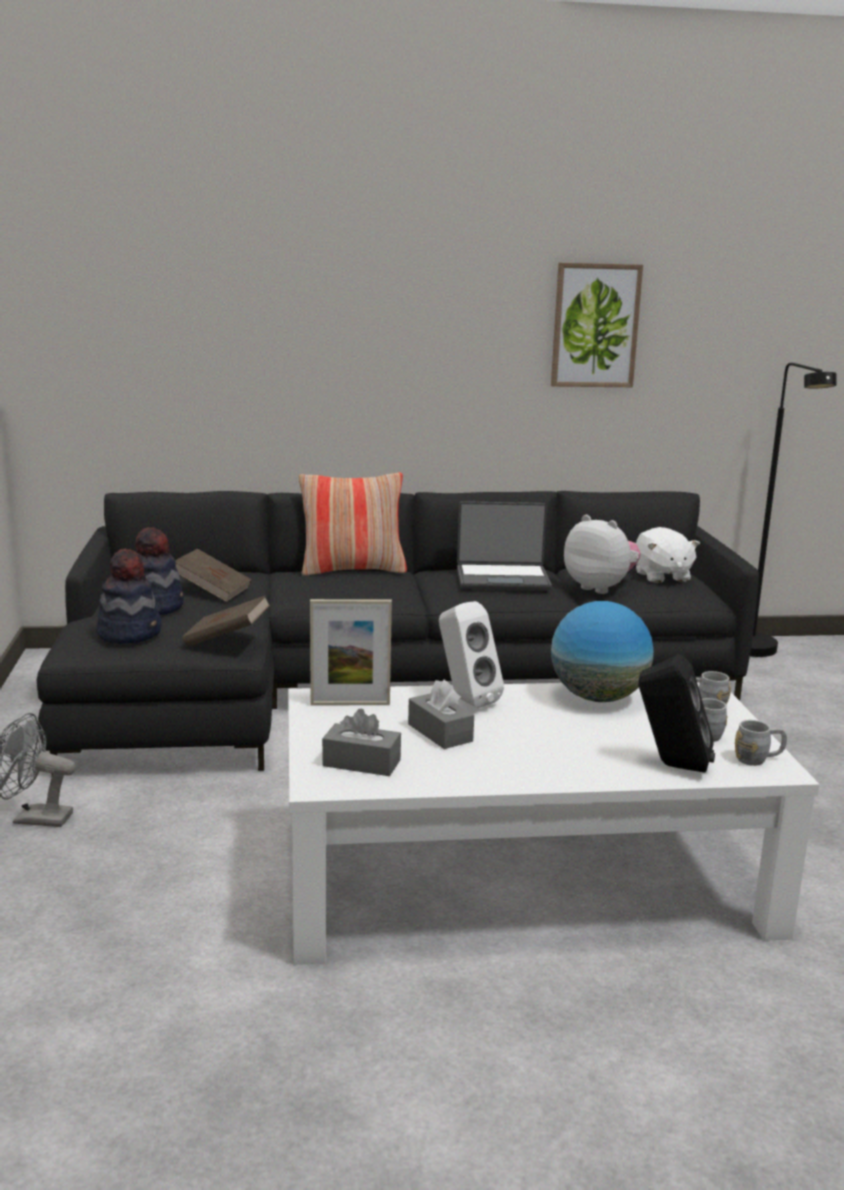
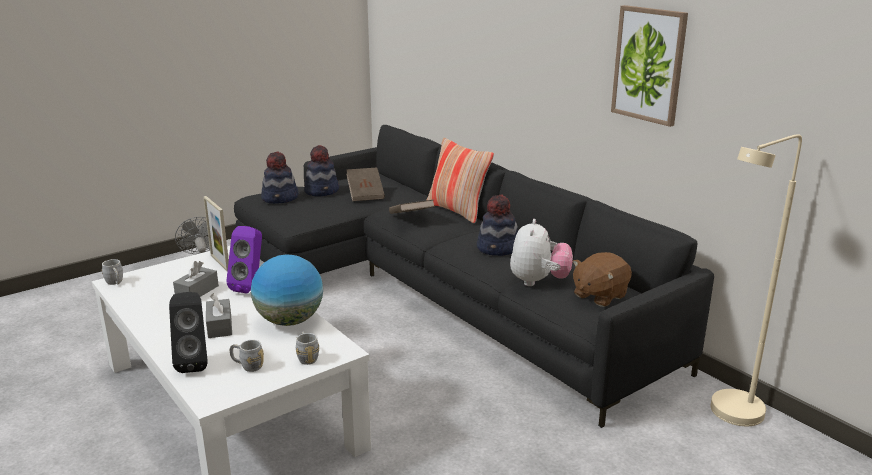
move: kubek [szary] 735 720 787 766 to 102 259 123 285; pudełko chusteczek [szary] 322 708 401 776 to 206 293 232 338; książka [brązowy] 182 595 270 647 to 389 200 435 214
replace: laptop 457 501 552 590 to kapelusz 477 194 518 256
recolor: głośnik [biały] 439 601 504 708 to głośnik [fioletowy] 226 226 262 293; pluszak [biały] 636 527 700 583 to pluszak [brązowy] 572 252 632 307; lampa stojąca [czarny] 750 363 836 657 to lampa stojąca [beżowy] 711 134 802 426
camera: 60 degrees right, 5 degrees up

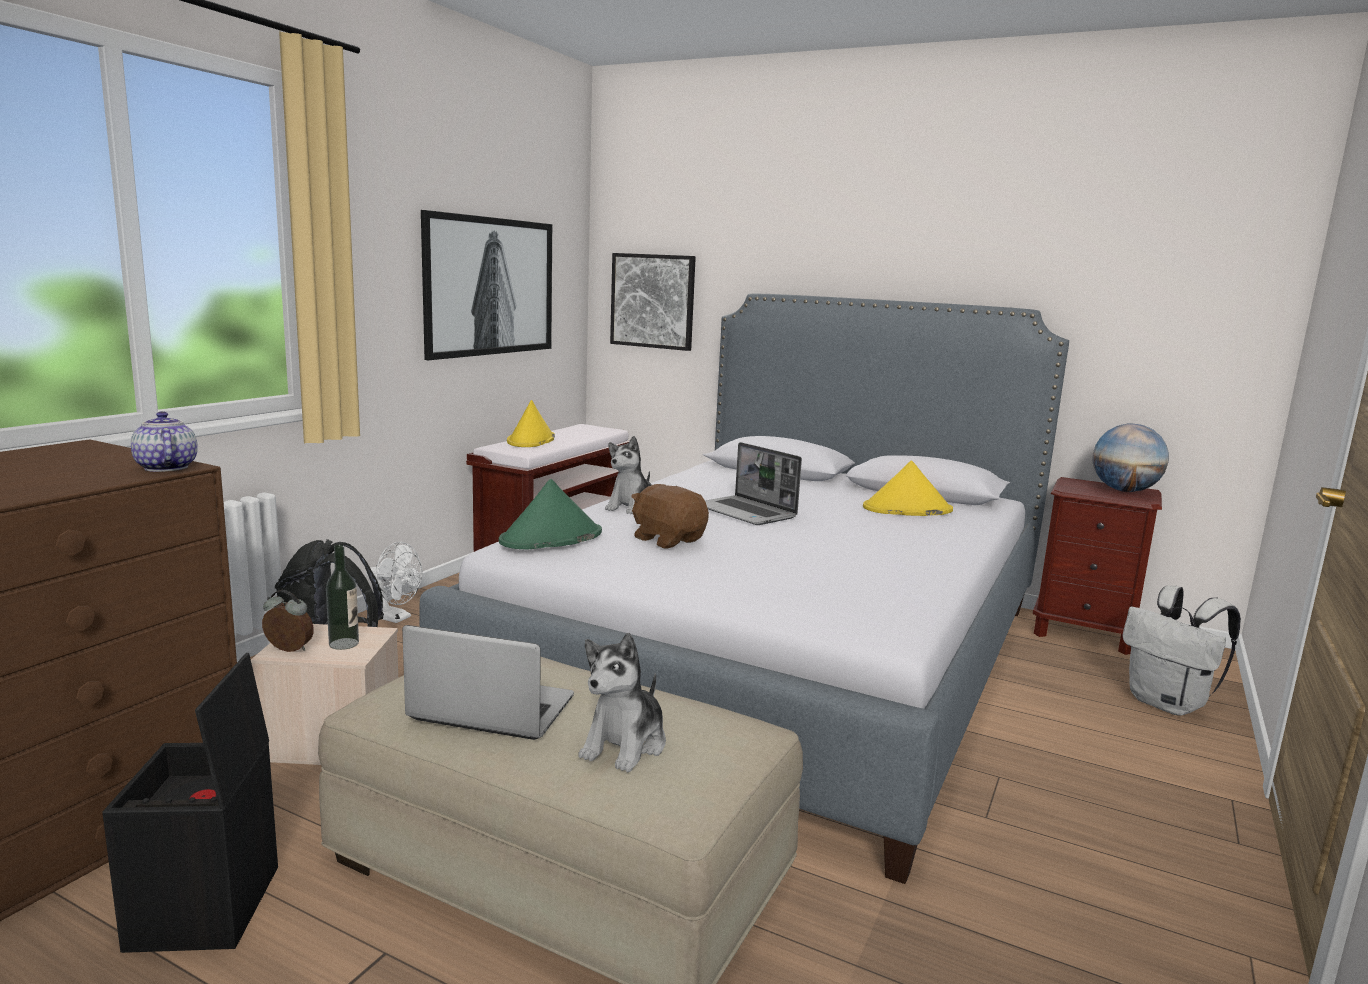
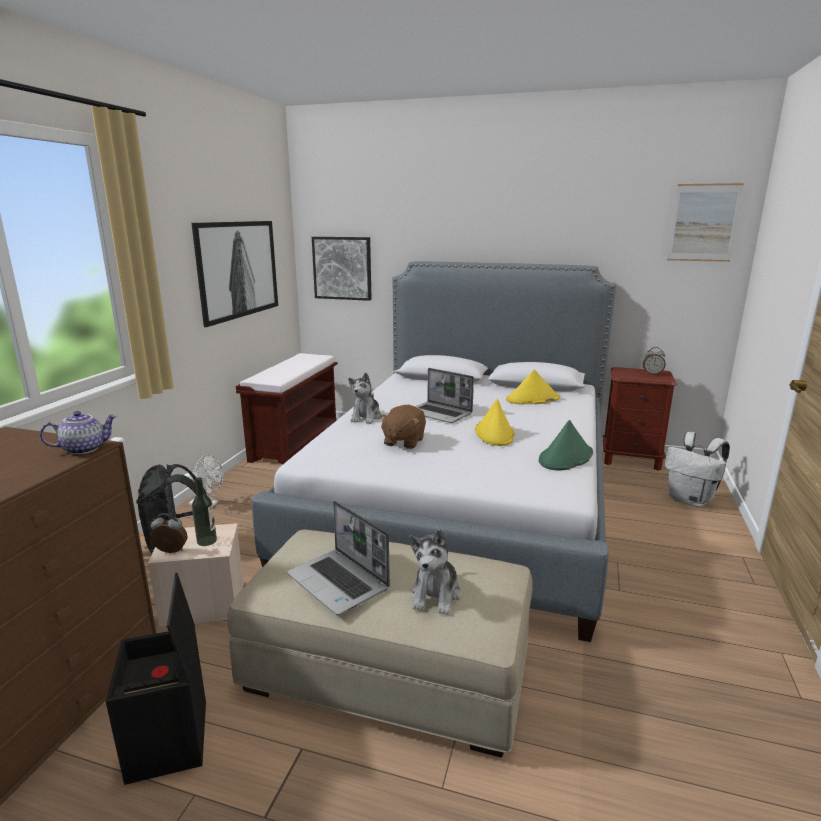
insert: obraz 667 183 744 262
move: kapelusz [żółty] 507 400 555 447 to 475 399 515 446; kapelusz [zielony] 499 479 602 549 to 539 420 593 471
replace: globus 1093 424 1169 492 to budzik 643 347 666 375
rotate: imbryk 131 411 198 472 = 40 411 117 455 105 degrees clockwise; laptop 402 625 574 740 = 287 501 390 615 135 degrees counterclockwise; pluszak [brązowy] 631 484 709 548 = 379 405 426 449 105 degrees counterclockwise
camera: 10 degrees left, 5 degrees up

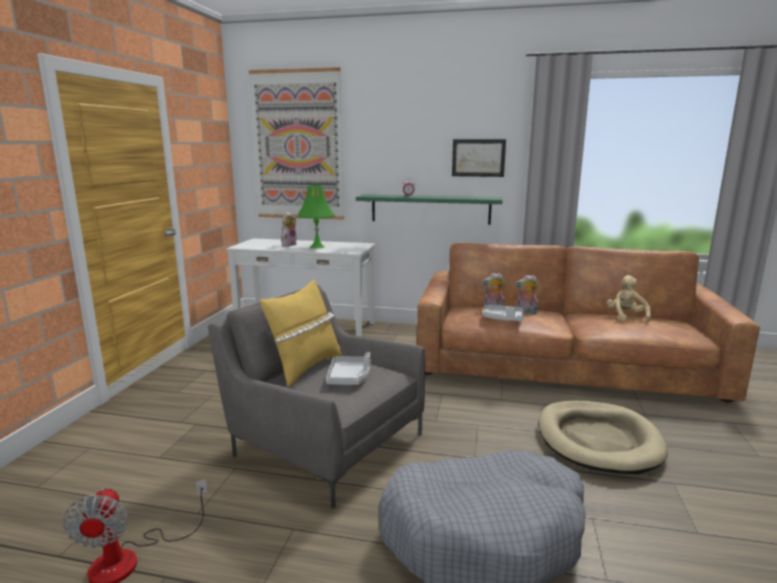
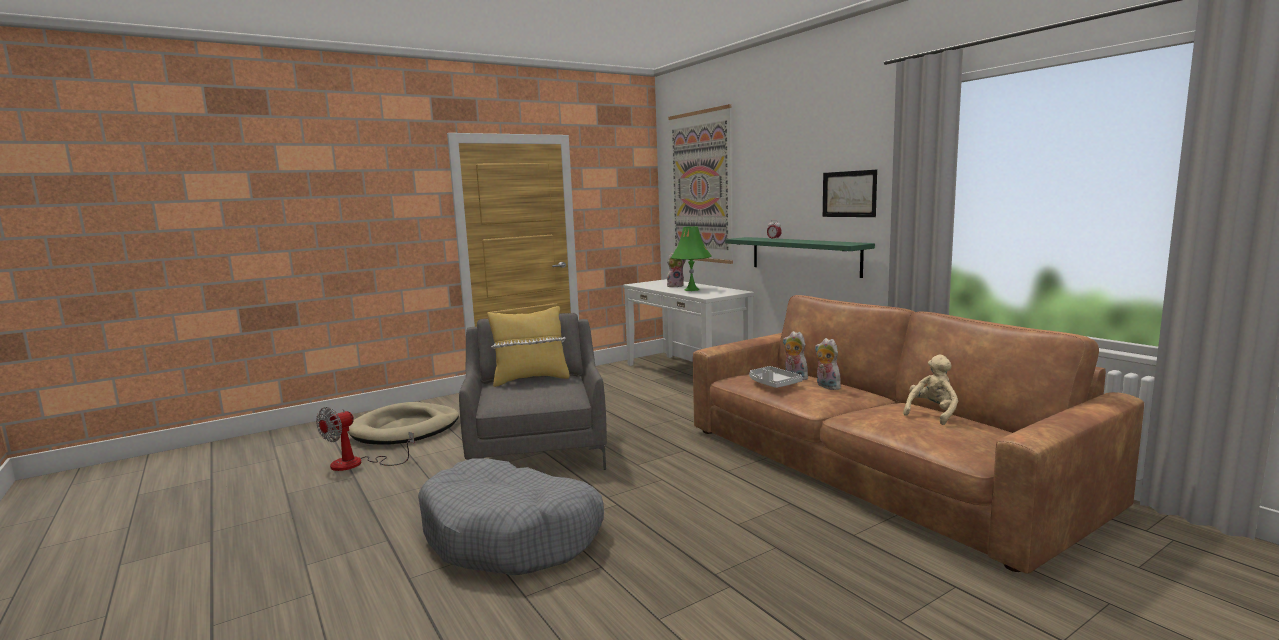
delete: taca [szary] 326 352 371 385
move: legowisko [beżowy] 538 401 668 474 to 348 402 459 445
camera: 45 degrees right, 5 degrees down

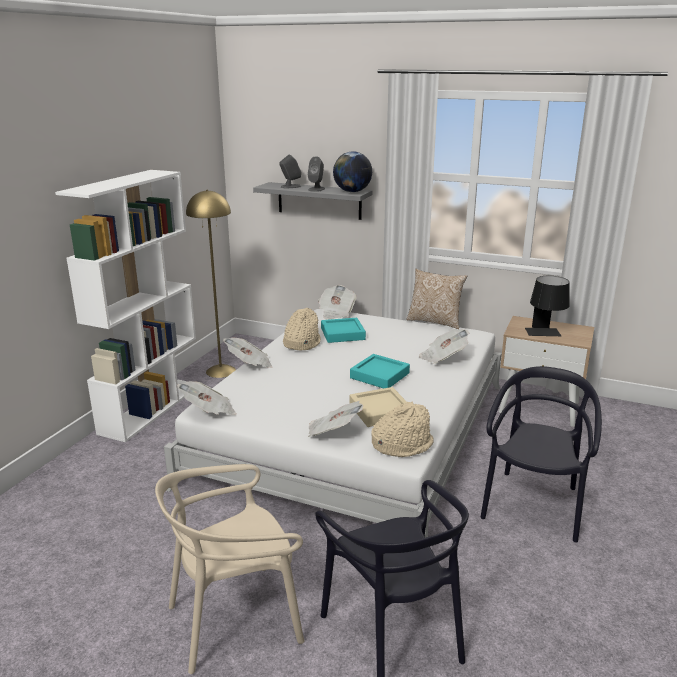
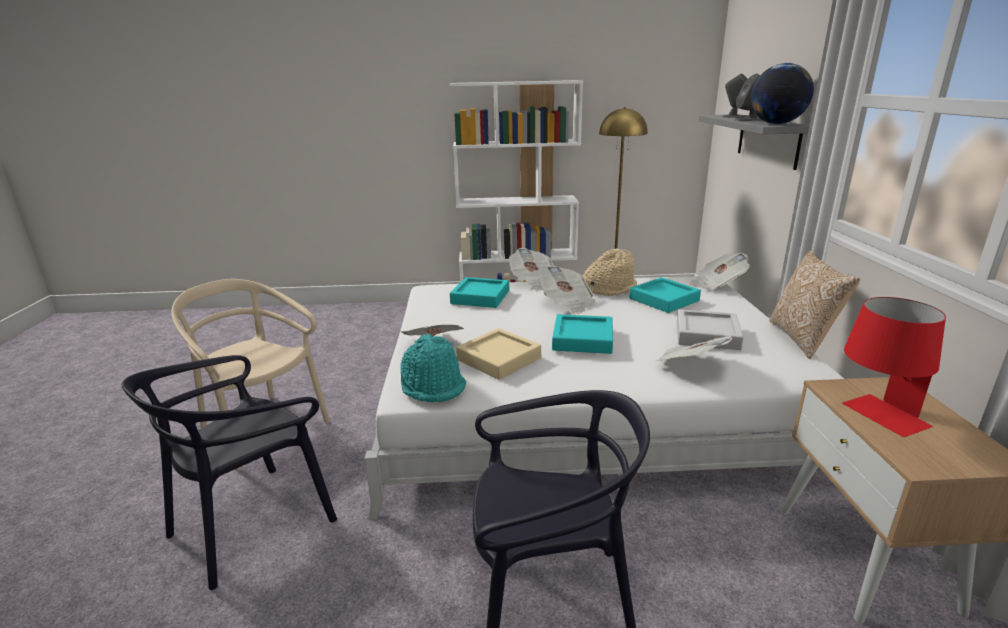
insert: taca [turkusowy] 450 277 509 308; taca [szary] 677 309 744 350
move: gazeta 177 381 236 415 to 539 265 595 314
recolor: kapelusz [beżowy] 371 402 434 457 to kapelusz [turkusowy] 400 333 466 402; lampa stołowa [czarny] 525 276 570 336 to lampa stołowa [czerwony] 842 297 946 437
camera: 65 degrees right, 0 degrees up

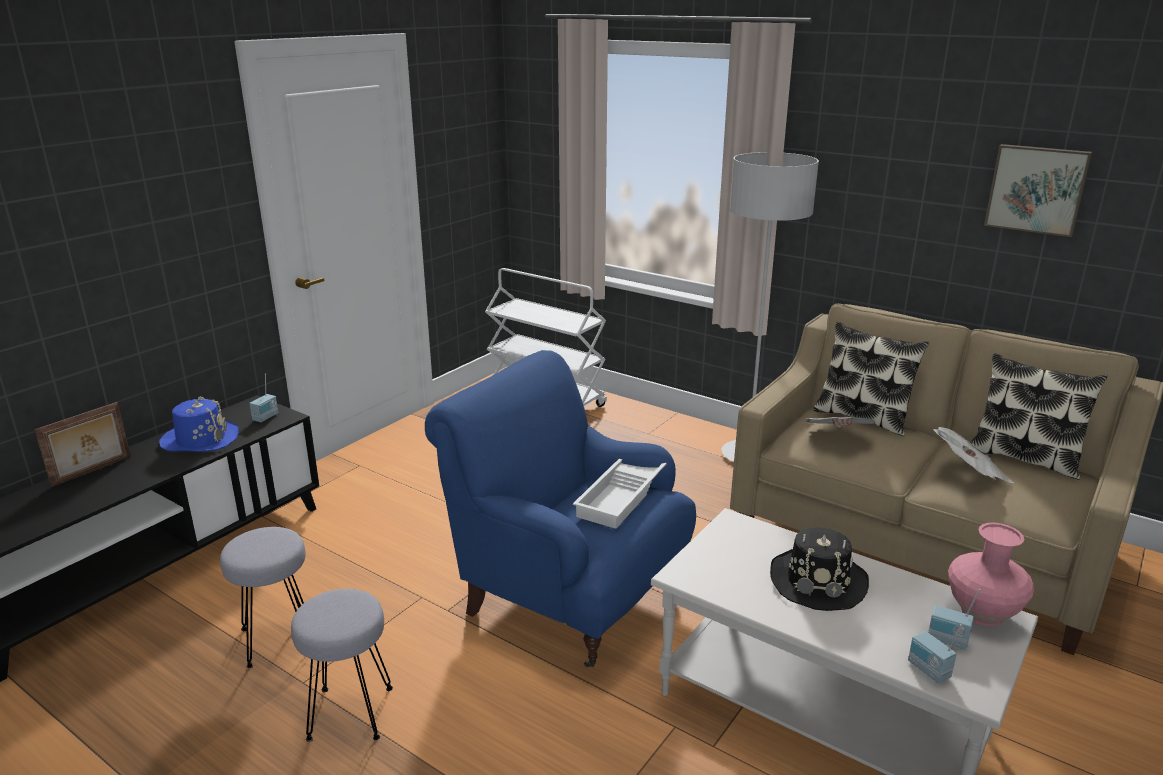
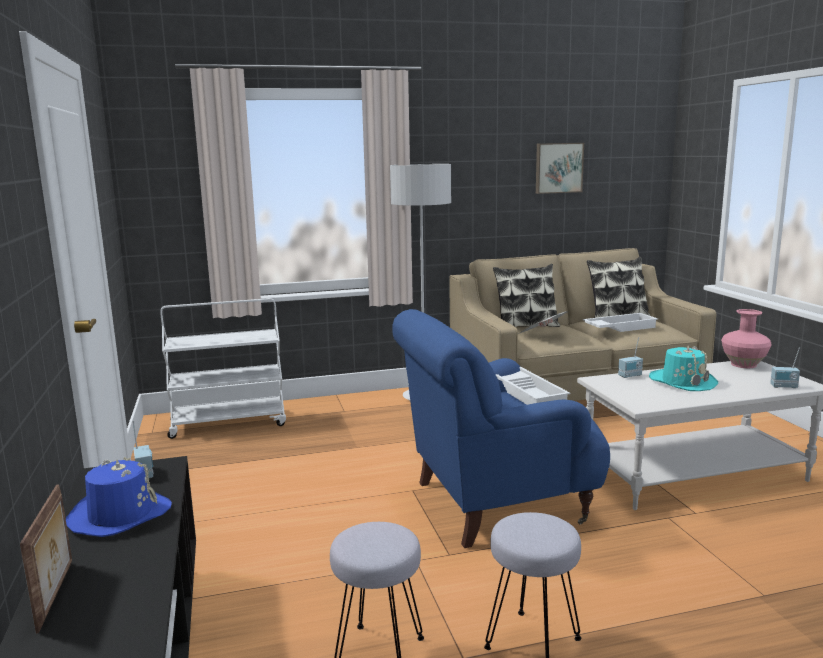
move: radio 928 589 980 650 to 618 337 643 378
replace: gazeta 933 427 1014 483 to taca [biały] 583 313 658 332
recolor: kapelusz [czarny] 770 527 869 611 to kapelusz [turkusowy] 649 345 718 391
camera: 50 degrees left, 10 degrees down

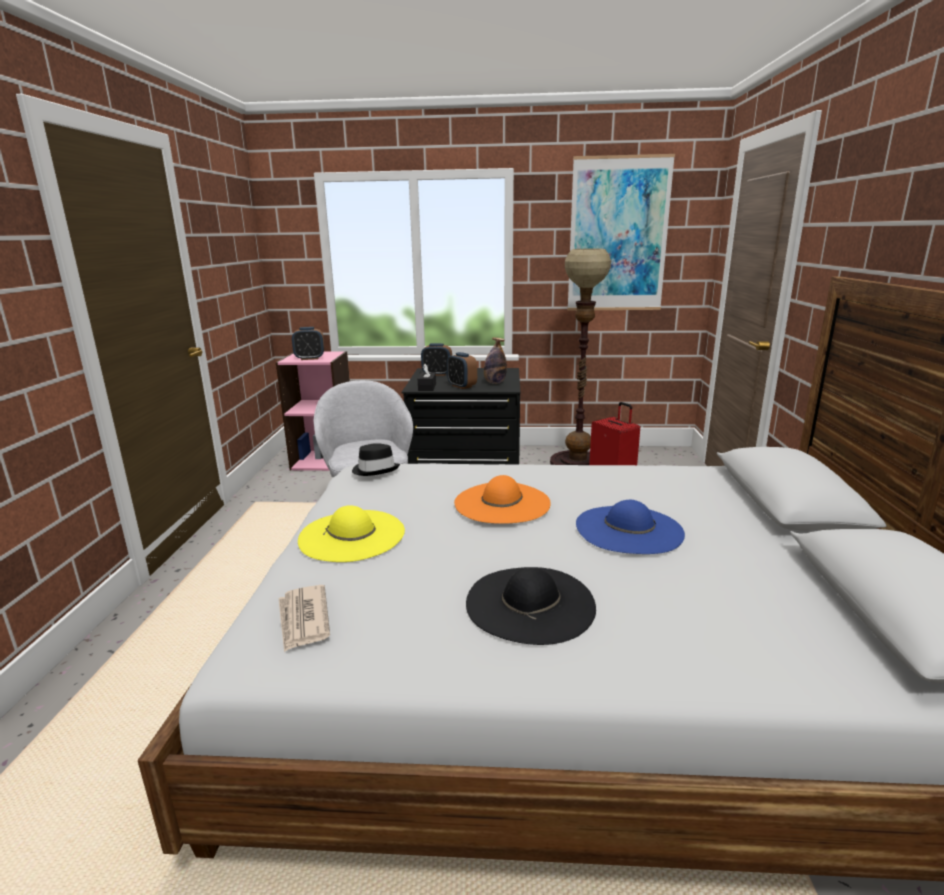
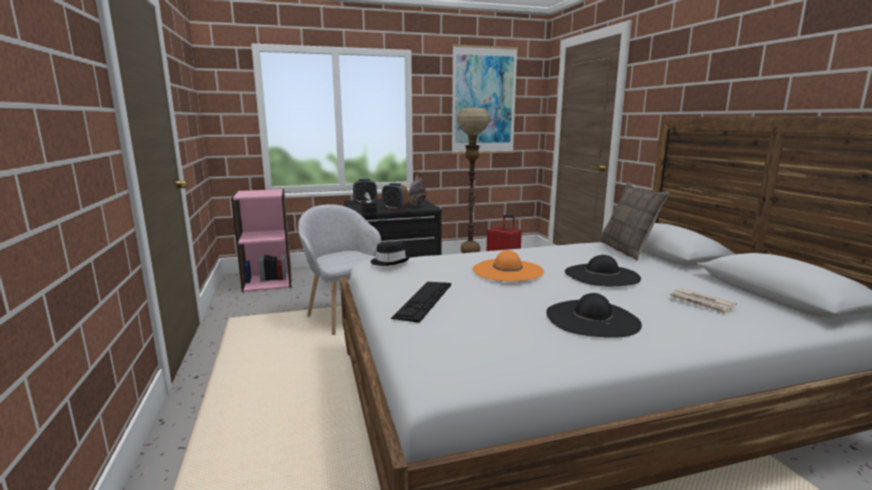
delete: budzik 292 327 325 360
insert: poduszka 600 182 670 261
move: gazeta 278 585 330 652 to 670 288 737 315
replace: kapelusz [żółty] 298 505 405 562 to klawiatura 391 282 451 323
recolor: kapelusz [niebieski] 576 500 685 554 to kapelusz [czarny] 565 255 641 286
camera: 20 degrees left, 5 degrees down

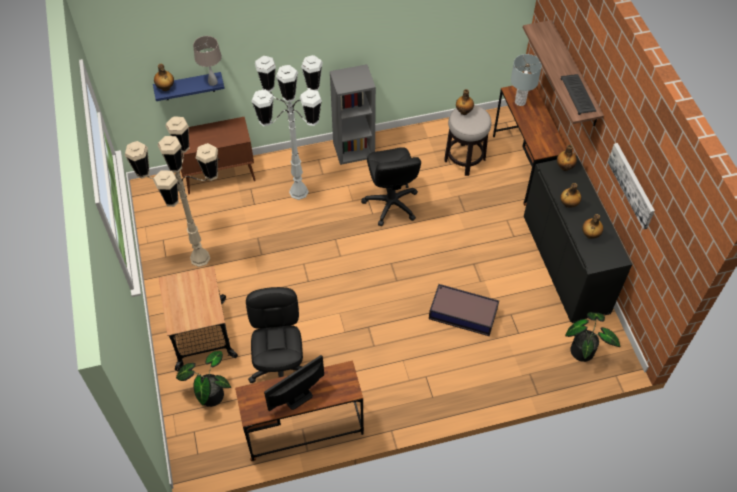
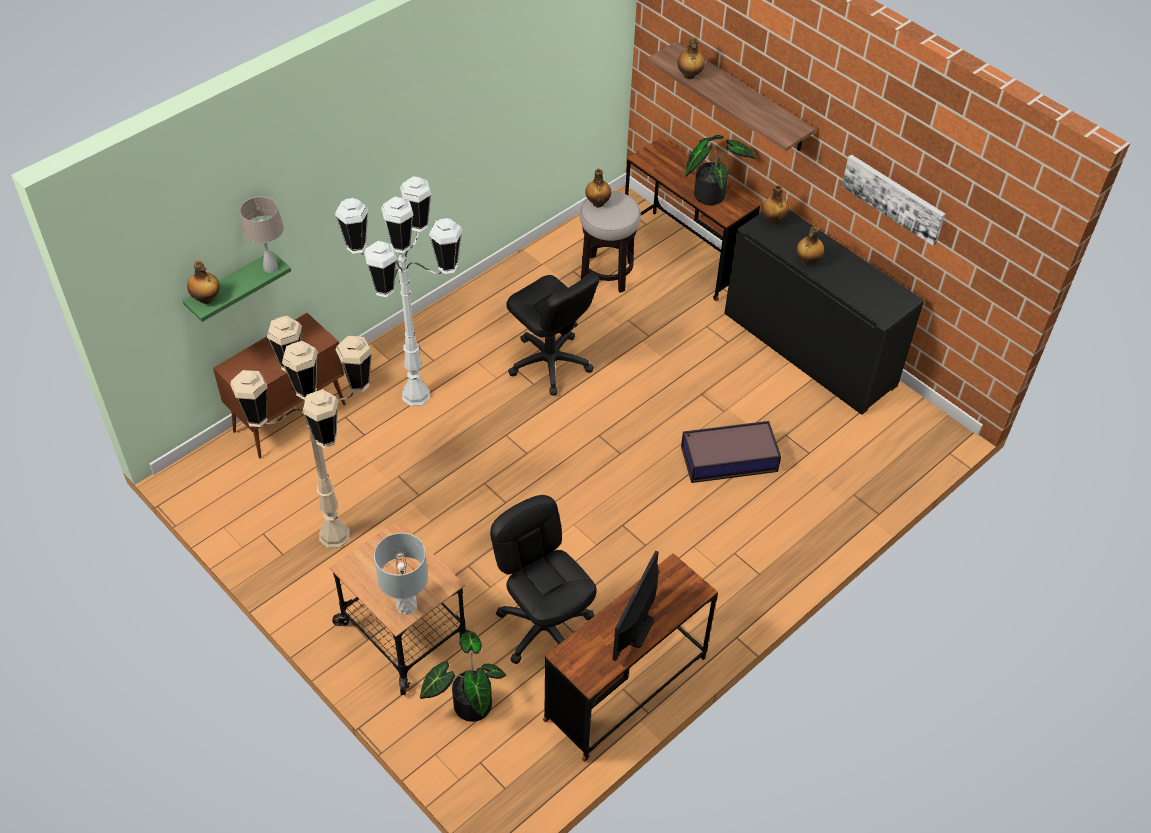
delete: regał [szary] 330 64 376 165; klawiatura 561 74 596 115
move: lampa stołowa [szary] 511 54 542 106 to 374 533 428 615; butelka 582 214 603 239 to 677 37 705 79; roślina doniczkowa 565 312 620 362 to 686 135 756 205
recolor: półka [niebieski] 153 72 225 101 to półka [zielony] 183 251 291 322
camera: 30 degrees left, 5 degrees down

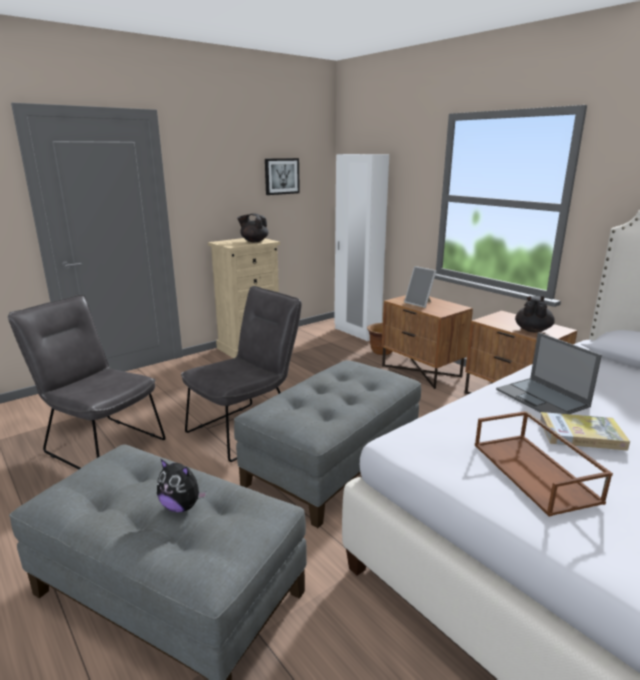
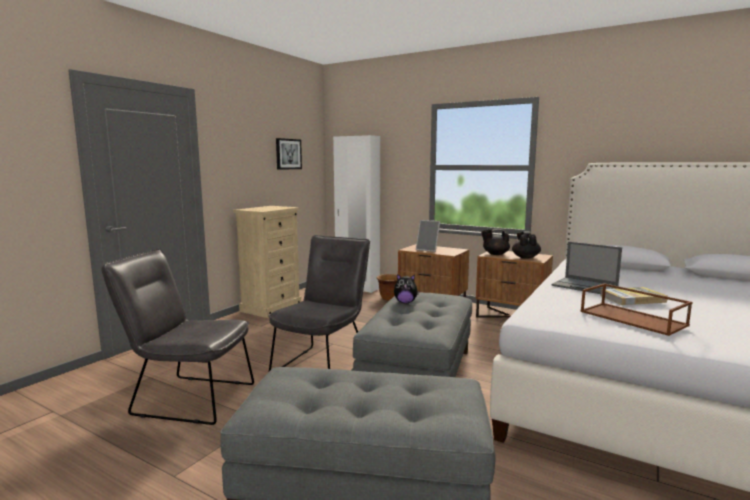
move: pluszak 157 459 207 512 to 394 274 419 303; imbryk [czarny] 237 213 268 242 to 481 229 510 255
camera: 20 degrees left, 10 degrees down

